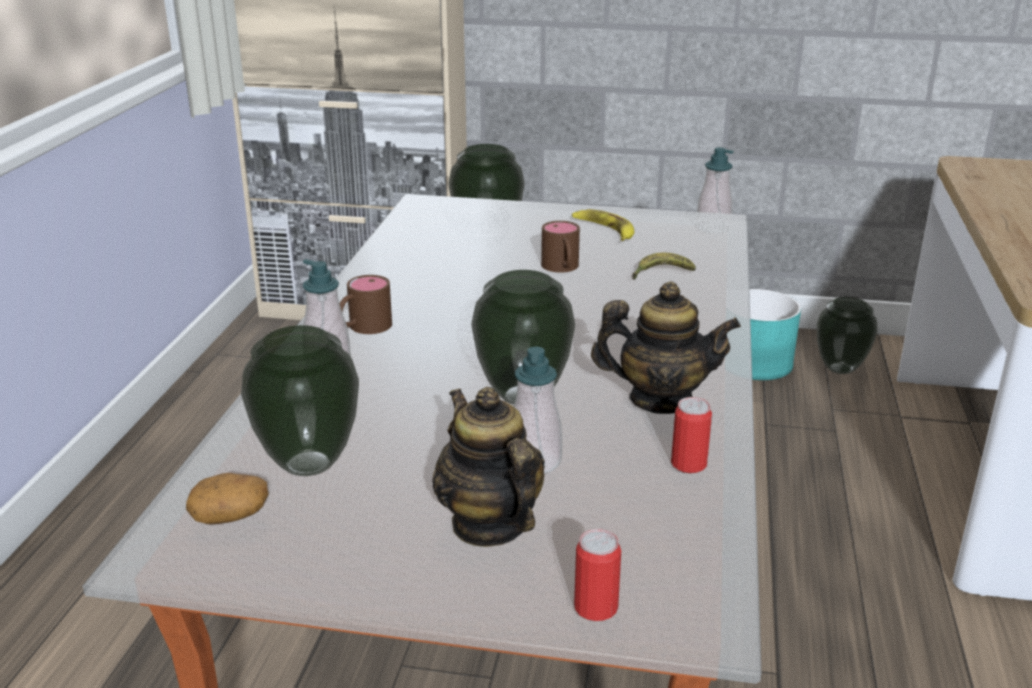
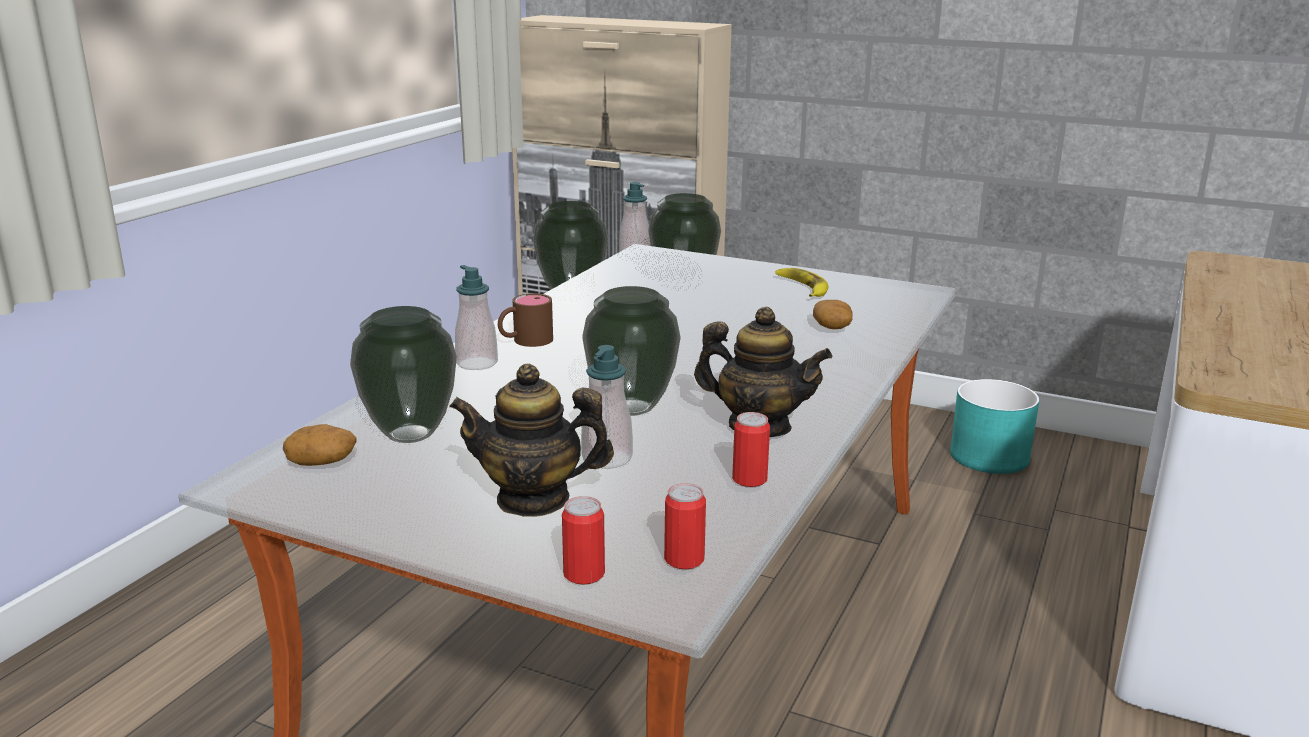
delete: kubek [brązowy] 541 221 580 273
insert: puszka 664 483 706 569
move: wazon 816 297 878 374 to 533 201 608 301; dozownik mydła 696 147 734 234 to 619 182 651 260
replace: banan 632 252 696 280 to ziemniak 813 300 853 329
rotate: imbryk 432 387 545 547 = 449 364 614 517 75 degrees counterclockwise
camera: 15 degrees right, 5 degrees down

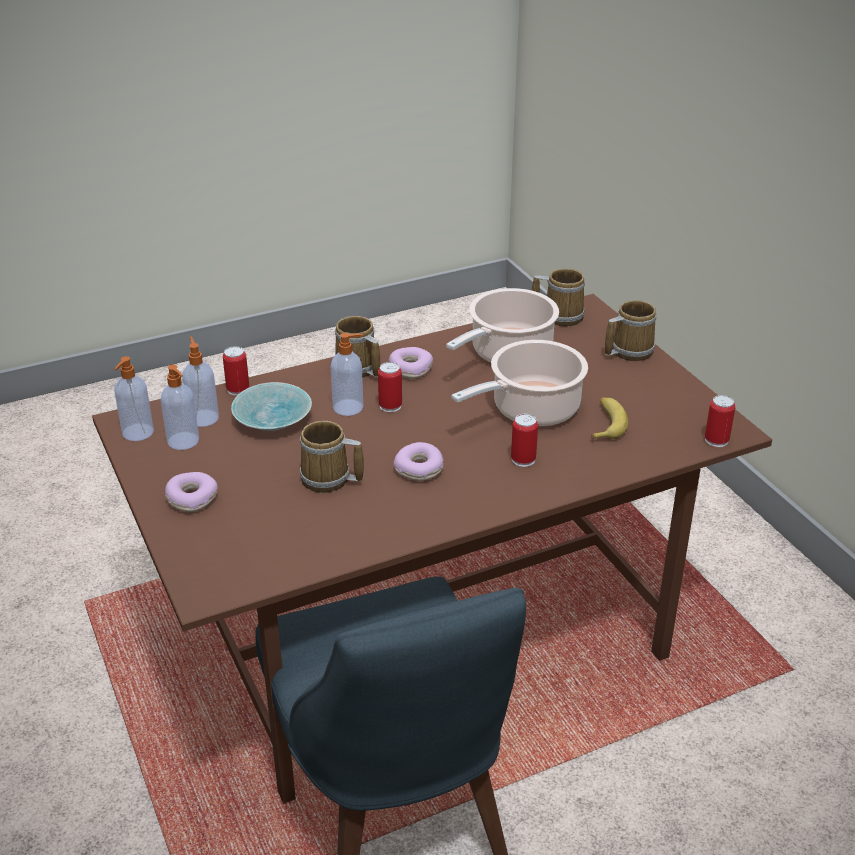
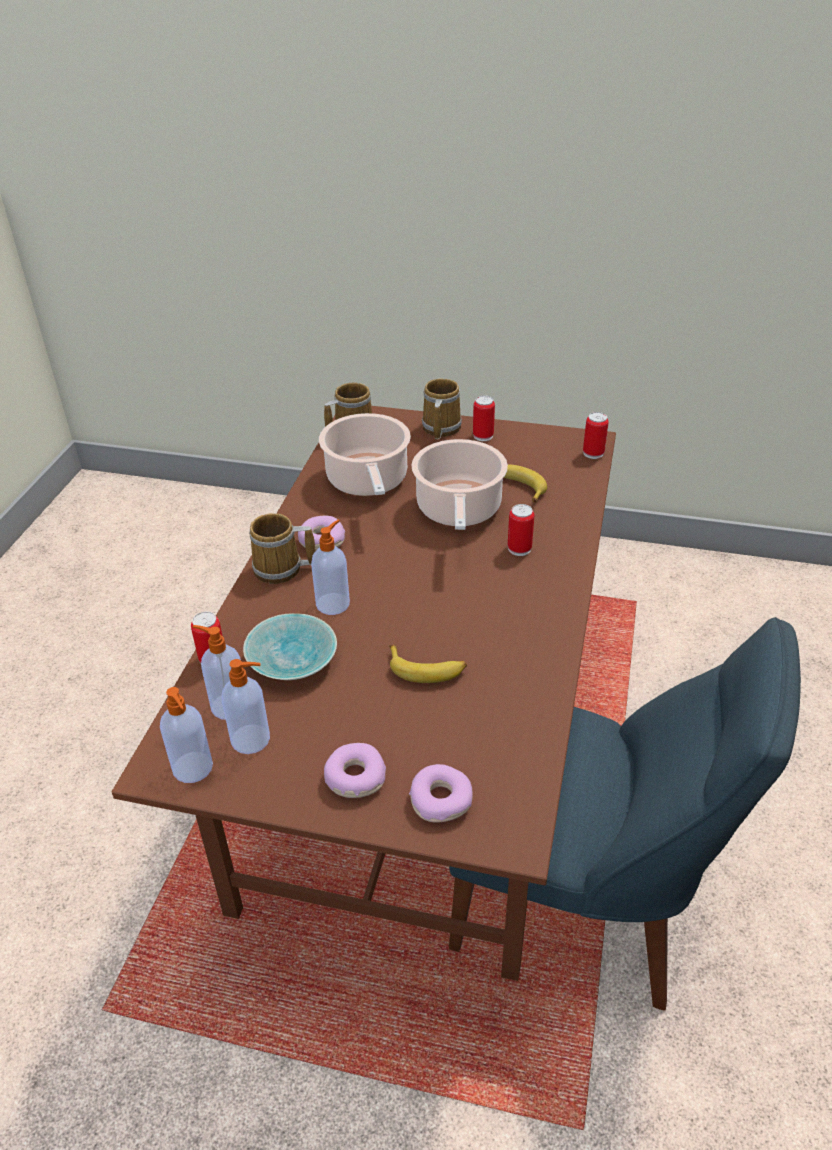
move: donut 394 442 444 481 to 409 764 473 823; puszka 378 362 402 412 to 473 396 495 441
replace: kubek 300 421 364 493 to banan 389 645 467 683
camera: 50 degrees left, 5 degrees up

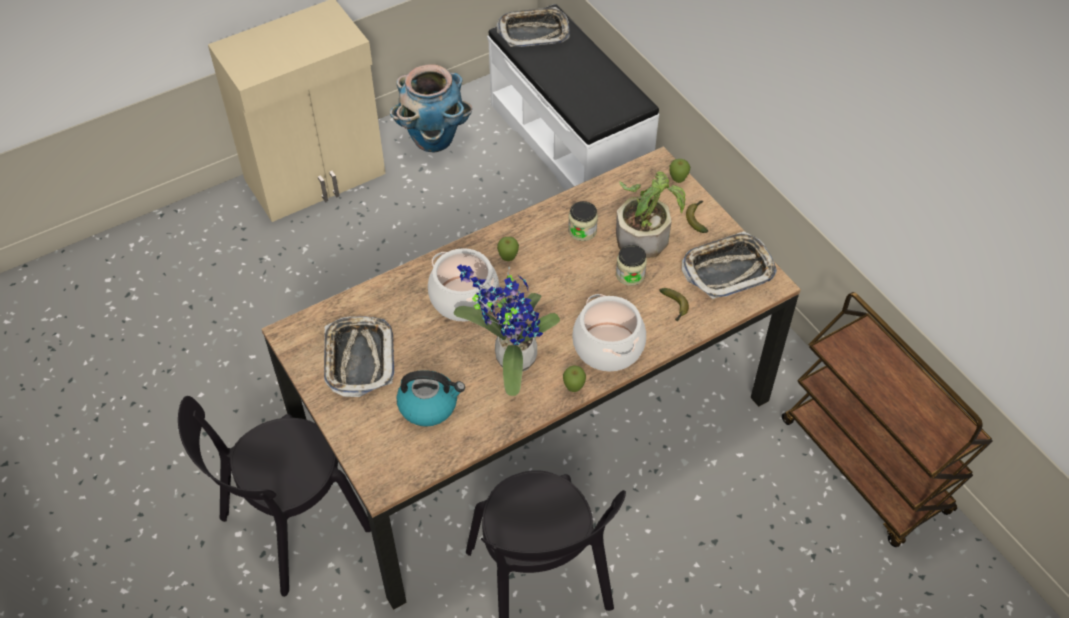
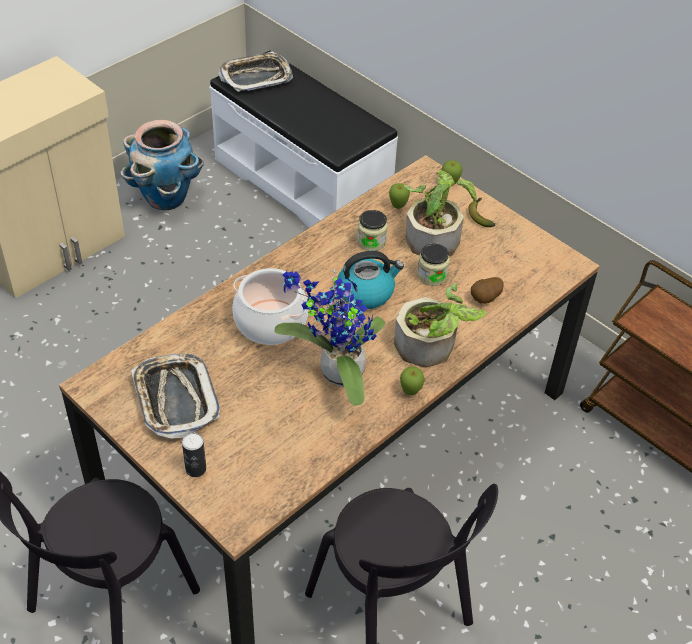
delete: taca 682 231 777 299
insert: puszka 182 433 206 477
move: czajnik 397 370 465 427 to 338 251 404 309; jabłko 497 237 519 261 to 389 183 410 209
replace: garnek 572 294 646 371 to roślina doniczkowa 394 283 486 368; banan 659 288 689 322 to ziemniak 471 277 504 304
camera: 15 degrees left, 5 degrees down

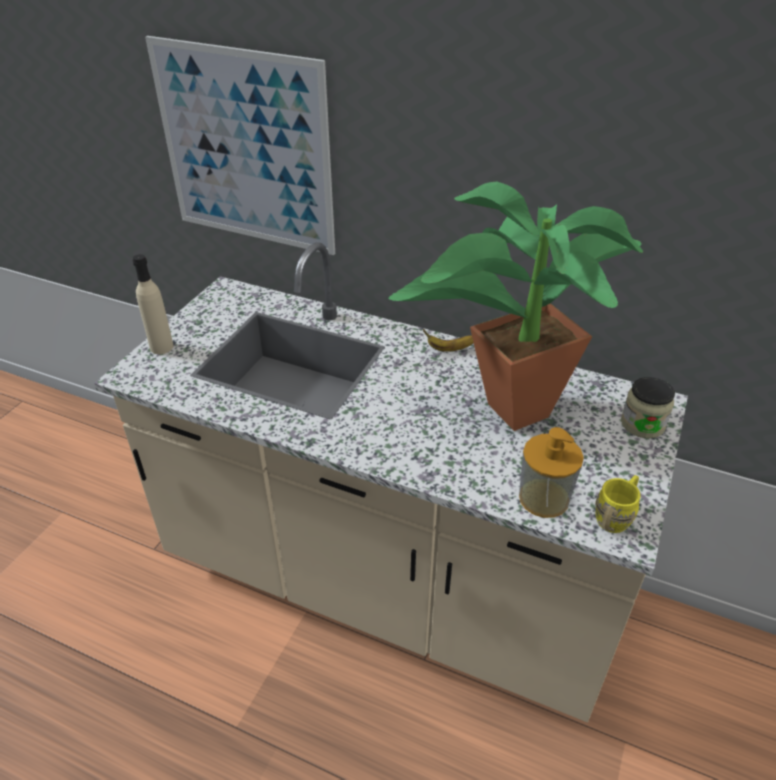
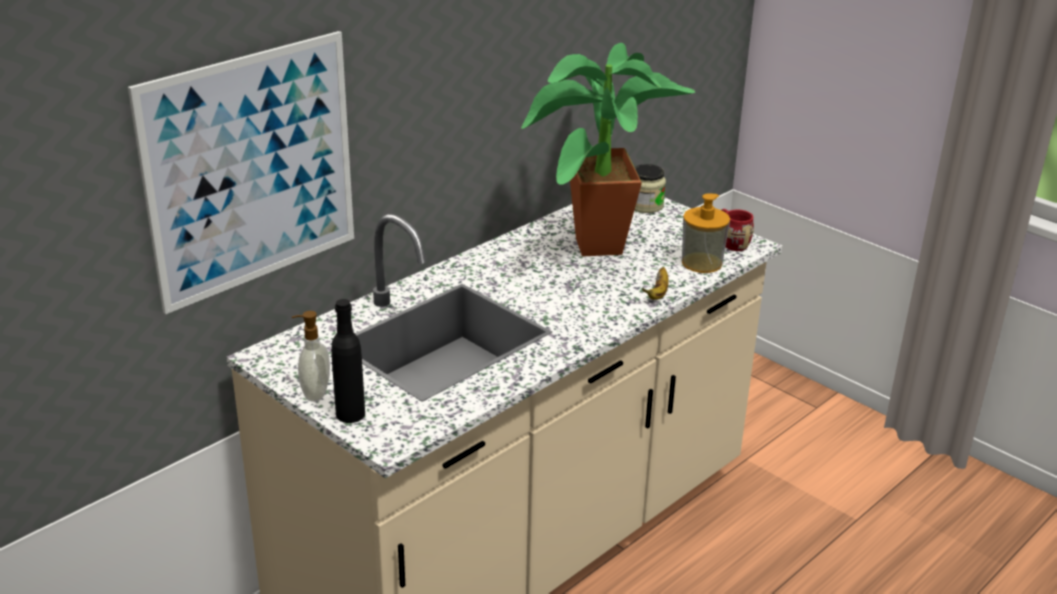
insert: dozownik mydła 292 311 330 402
move: banan 423 329 474 352 to 642 267 669 300
recolor: butelka [beżowy] 133 254 173 354 to butelka [czarny] 331 299 365 423; kubek [żółty] 595 475 641 533 to kubek [czerwony] 722 209 754 251
camera: 70 degrees left, 10 degrees down

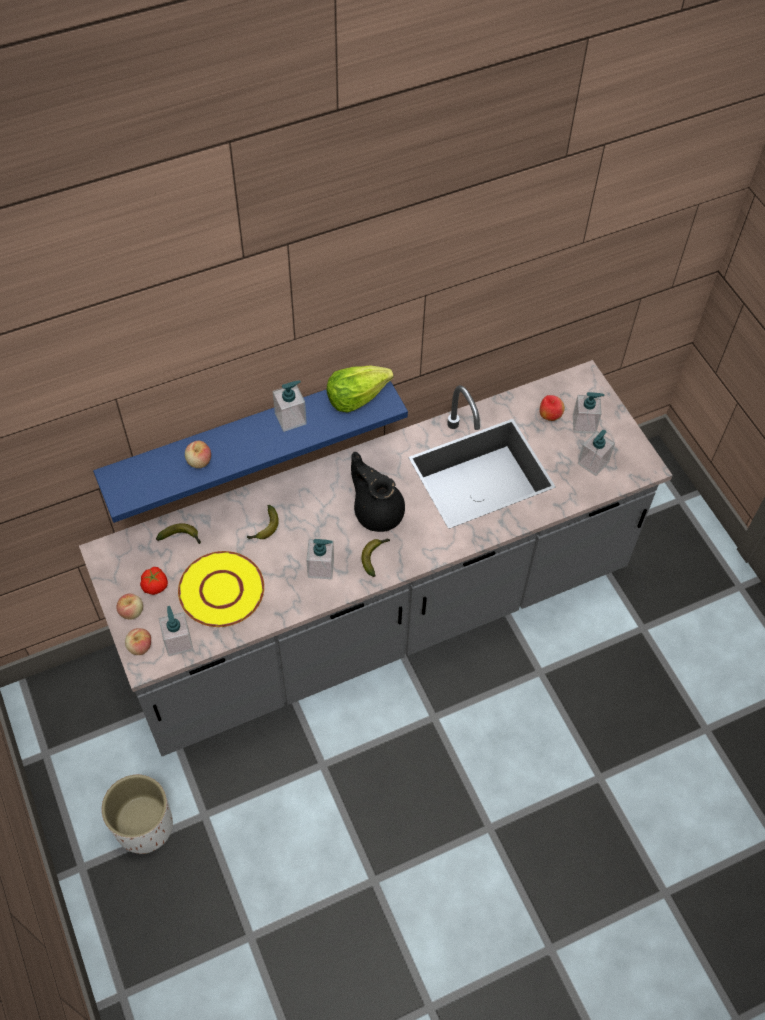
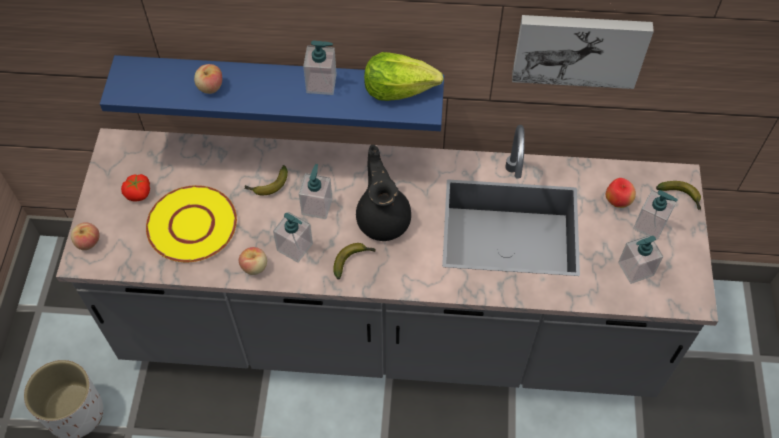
insert: obraz 512 15 654 89
move: jabłko 116 593 143 620 to 239 247 267 275; dozownik mydła 159 606 193 656 to 299 164 332 219; banan 156 523 201 544 to 656 181 701 210
camera: 30 degrees right, 0 degrees up

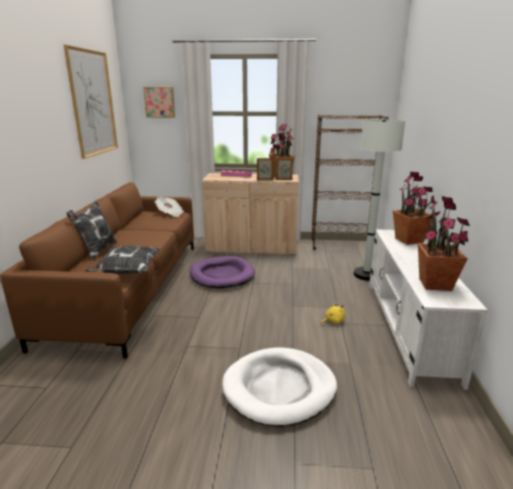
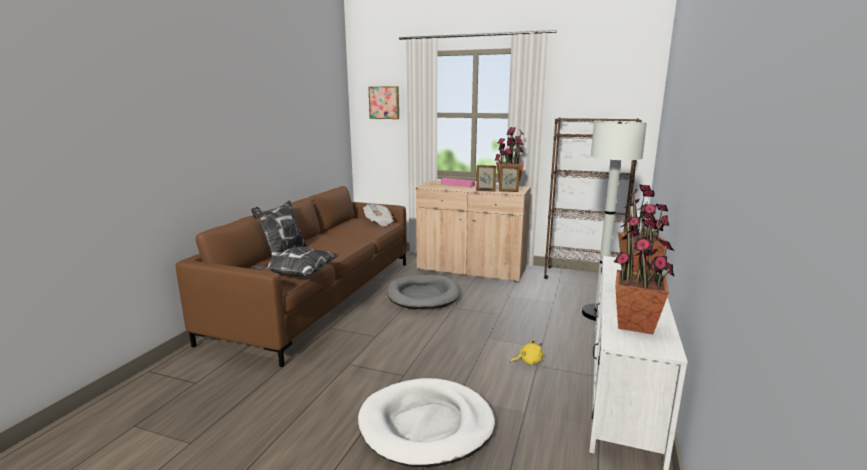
delete: obraz 64 45 118 159
recolor: legowisko [fioletowy] 190 256 255 289 to legowisko [szary] 387 275 460 309
camera: 15 degrees right, 5 degrees down

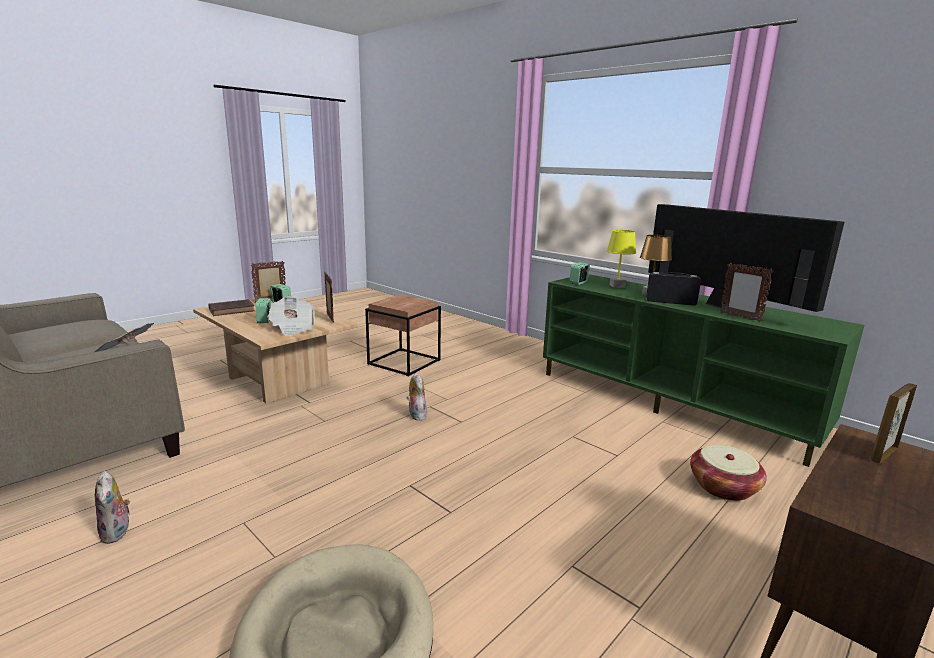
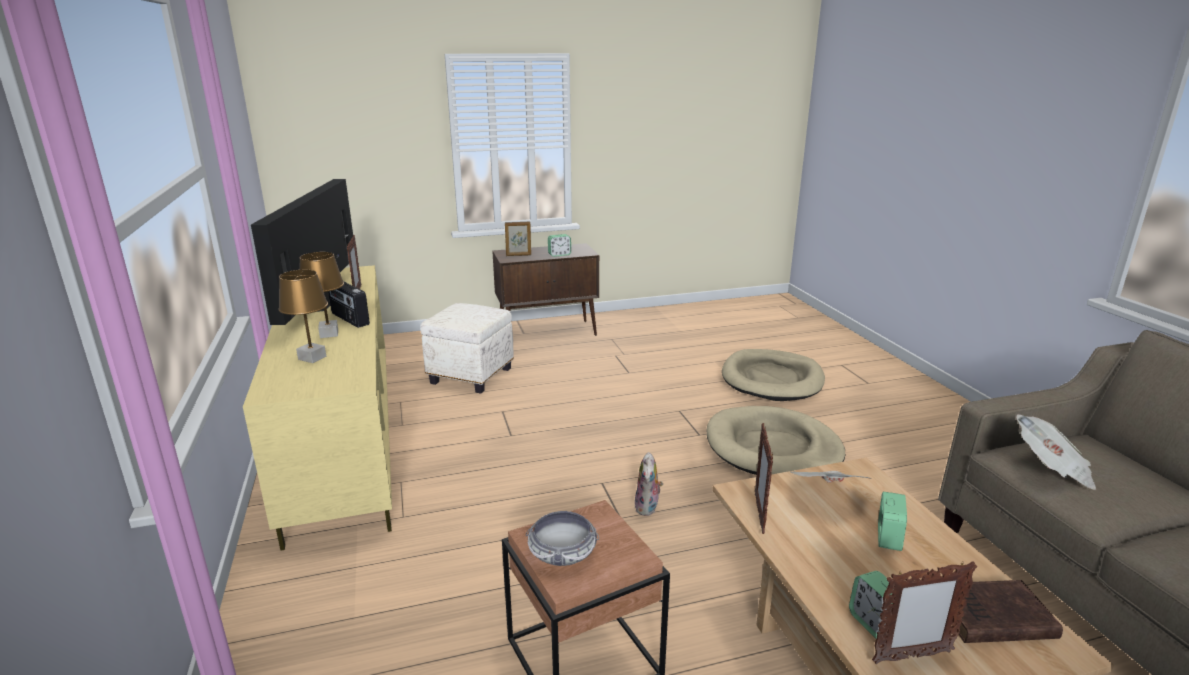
delete: pluszak 95 471 130 544
insert: miska 526 511 599 566; legowisko [beżowy] 707 406 845 475
move: budzik 569 262 590 285 to 548 234 571 257
replace: koszyk 690 445 767 501 to pufa [biały] 421 303 514 394
recolor: szafka pod telewizor [zielony] 543 274 864 467 to szafka pod telewizor [beżowy] 243 265 392 551; lampa stołowa [żółty] 607 230 636 288 to lampa stołowa [brązowy] 278 270 328 363
camera: 150 degrees left, 5 degrees up

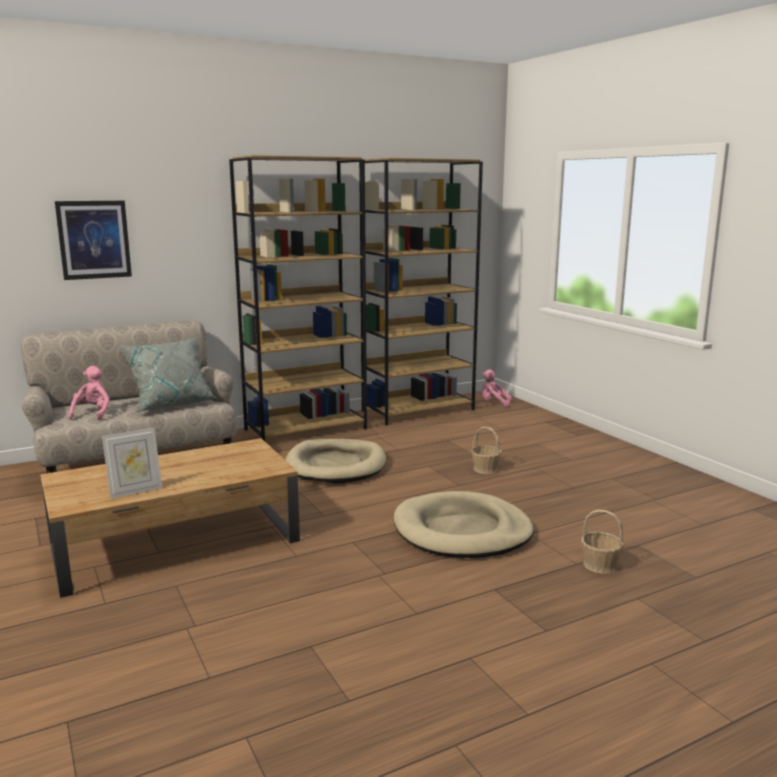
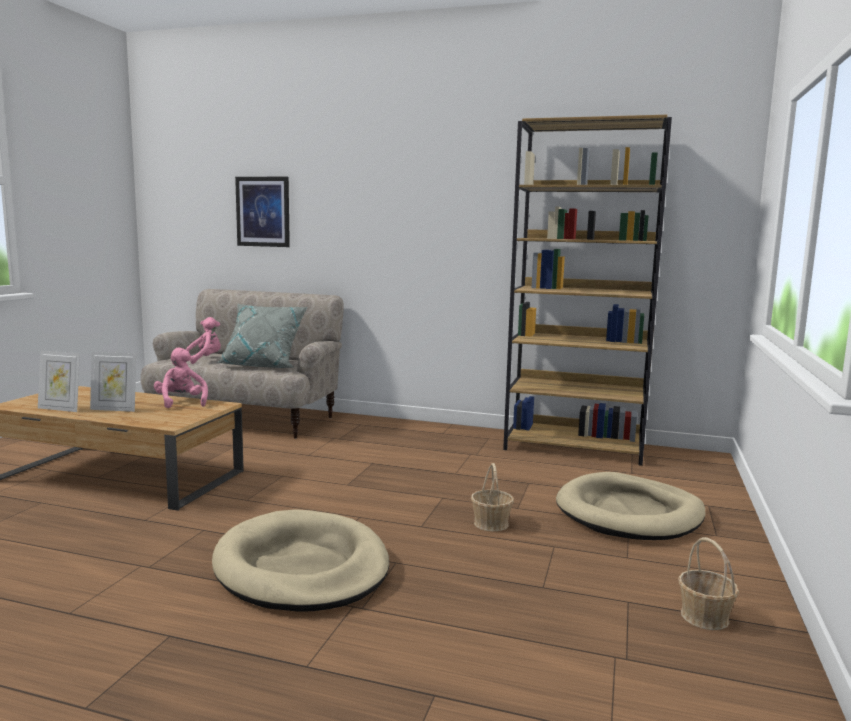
delete: regał [brązowy] 229 155 367 441
insert: ramka na zdjęcie 90 352 136 412
move: pluszak [różowy] 481 370 512 407 to 154 347 208 408; legowisko [beżowy] 286 439 386 484 to 556 472 705 540; koszyk 581 510 623 574 to 678 537 739 630
camera: 45 degrees right, 5 degrees down

